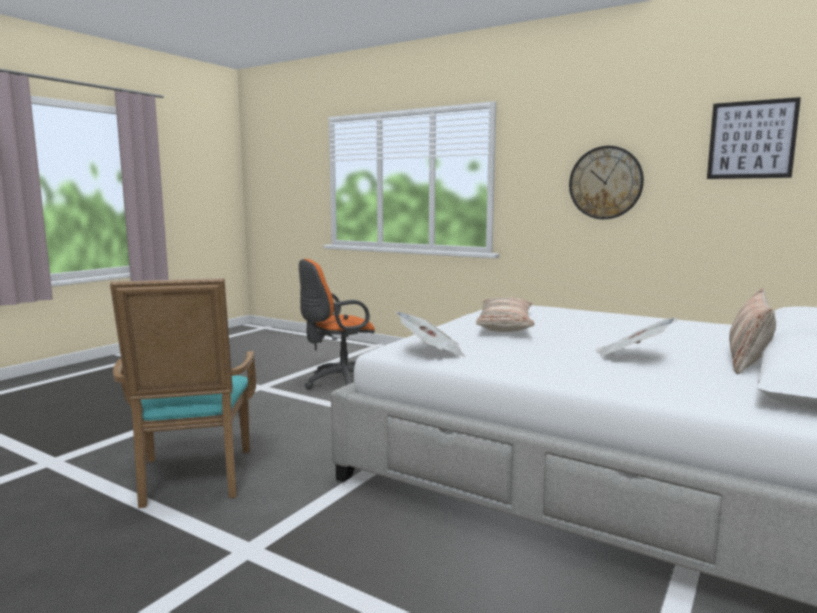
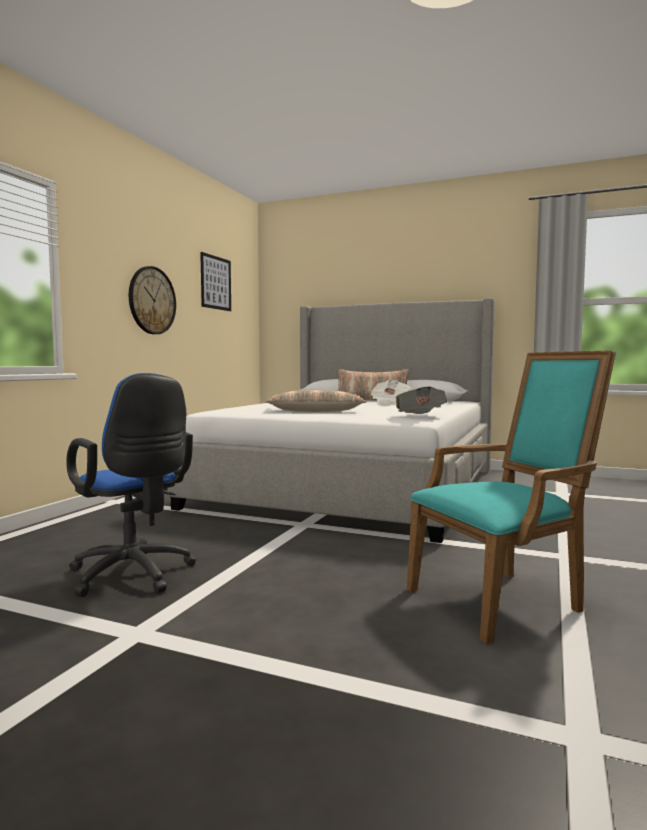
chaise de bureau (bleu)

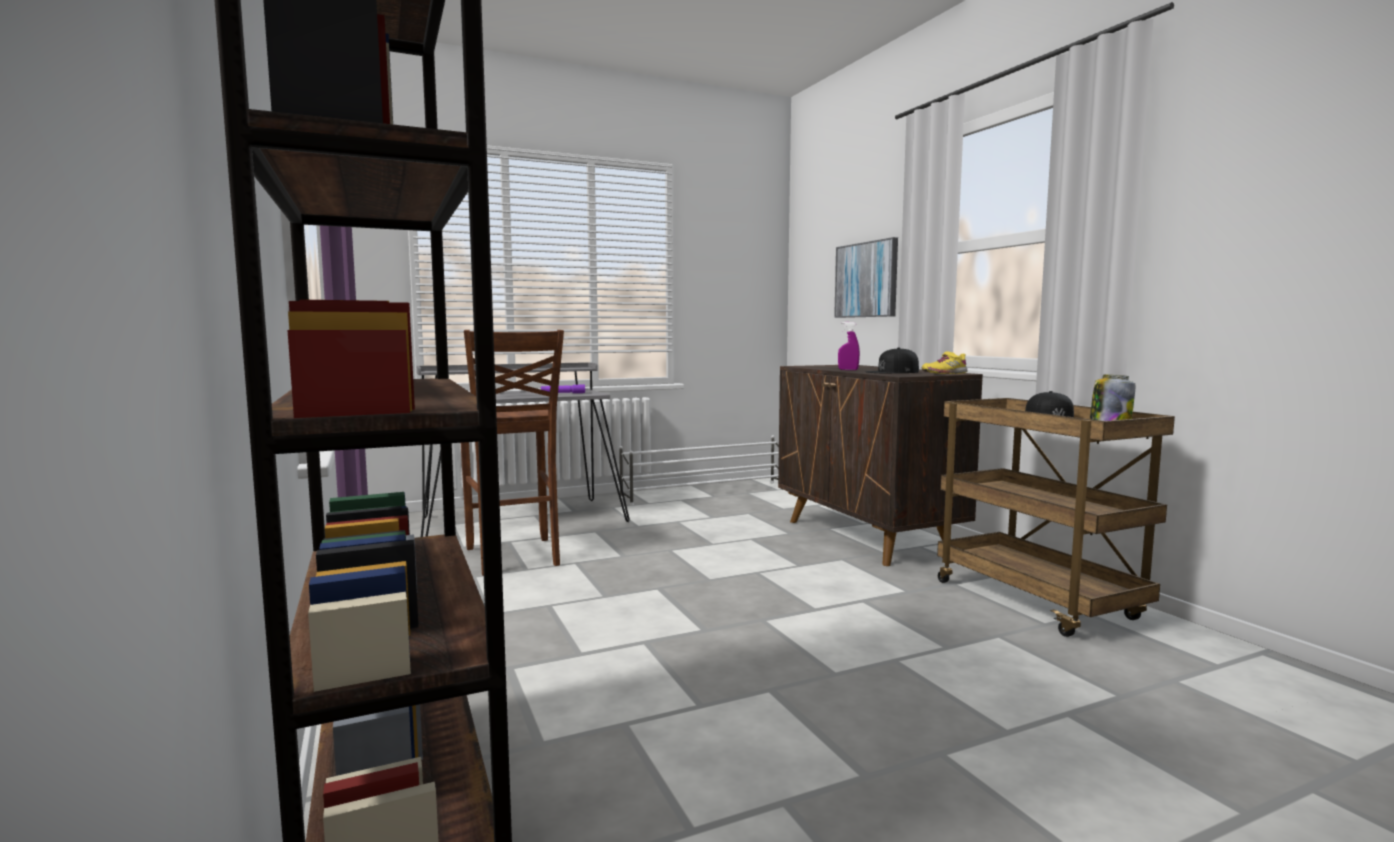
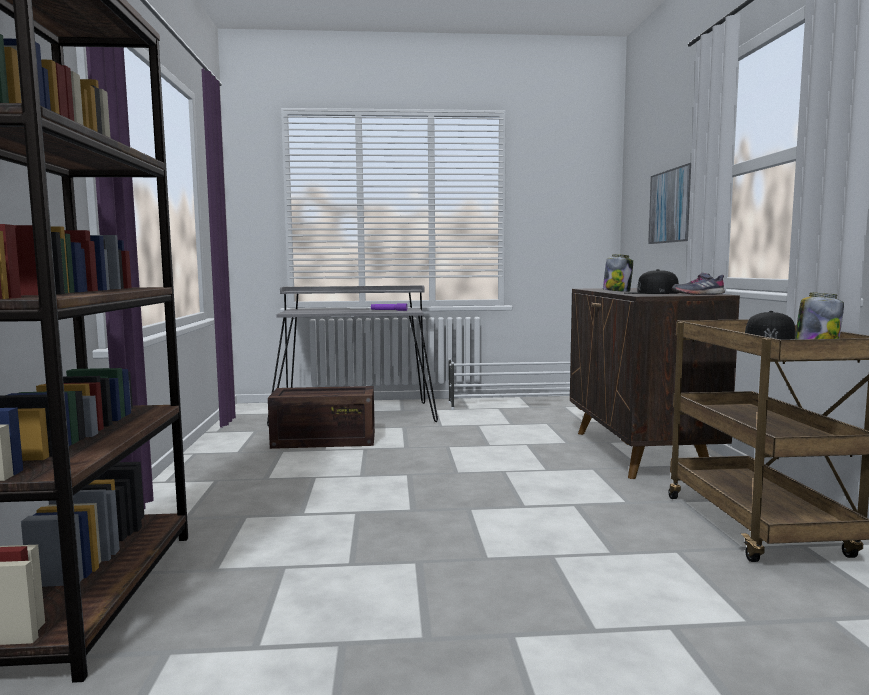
caisse
bocal (1st from left)
chaussure (gris)

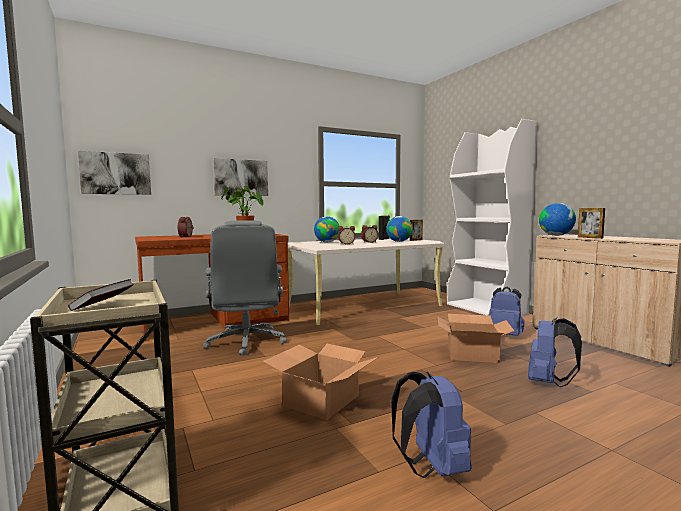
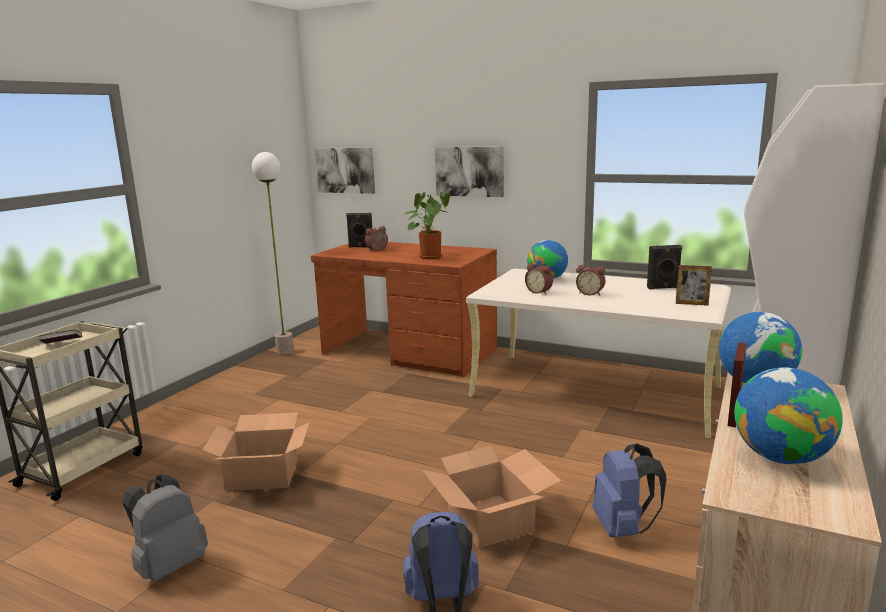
sac à dos (gris)
lampadaire
enceinte (noir) (1st from left)
globe (3rd from left)
chaise de bureau (gris)

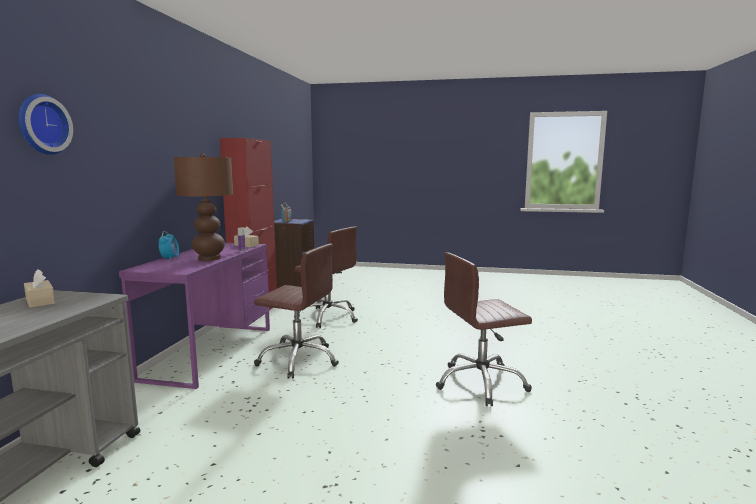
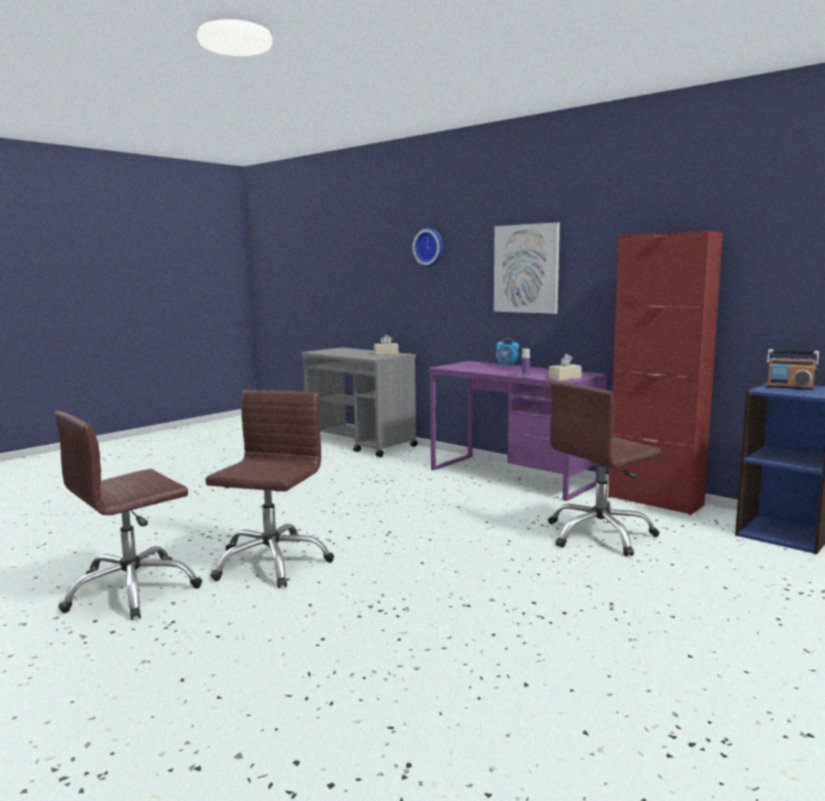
chaise de bureau (marron) (1st from left)
tableau
lampe de table (marron)

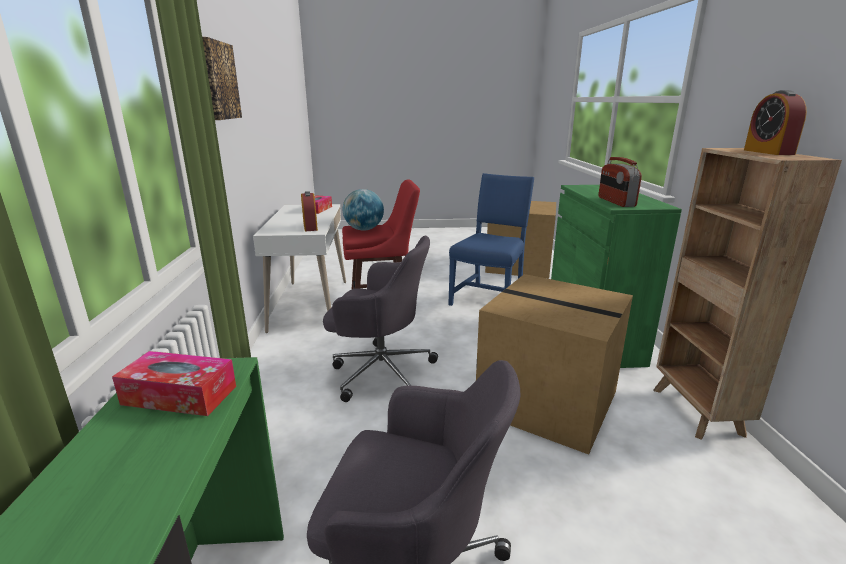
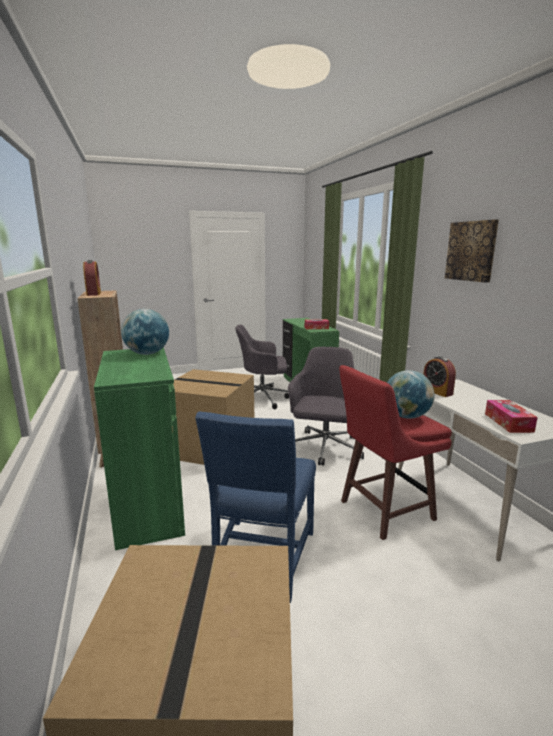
globe (1st from left)
chaise de bureau (gris) (2nd from left)

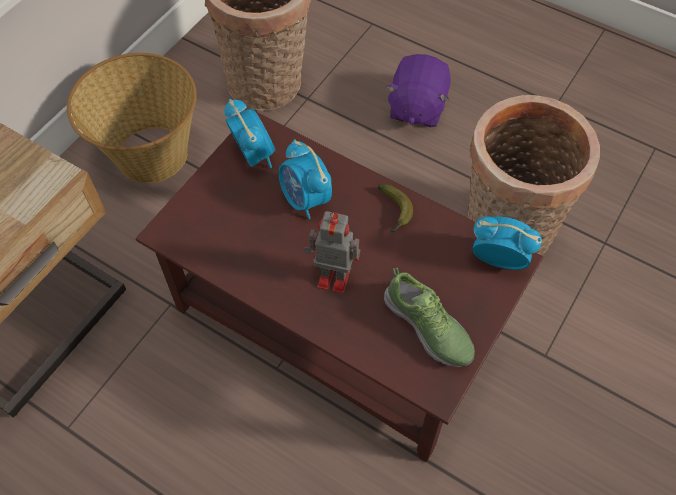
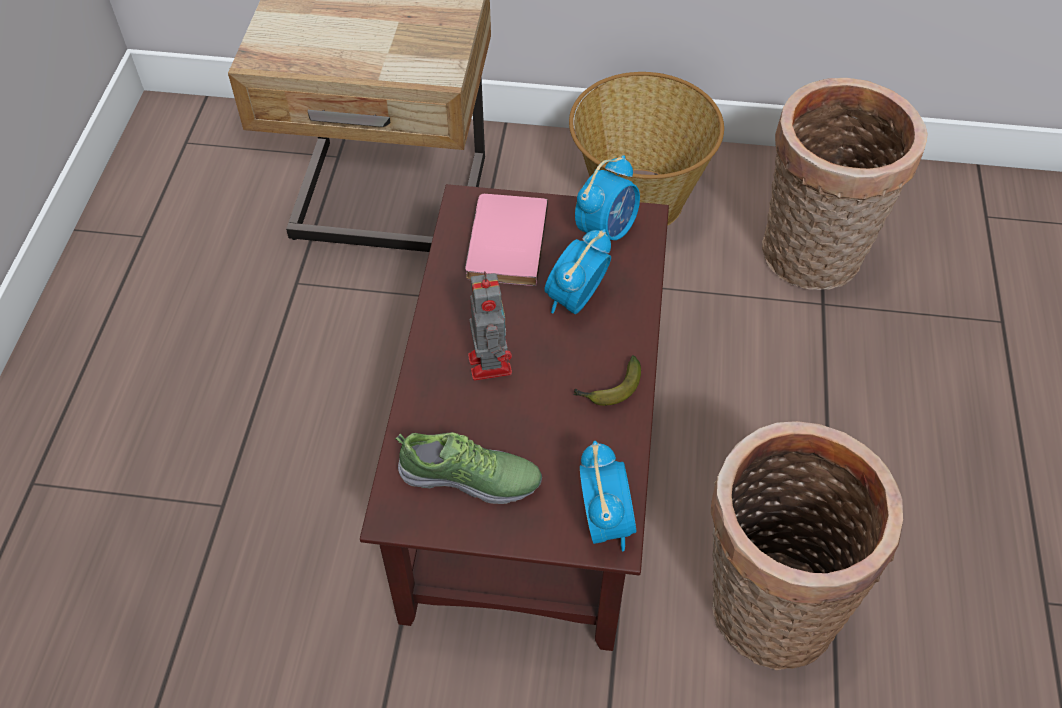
chaussure
livre (rose)
peluche (violet)

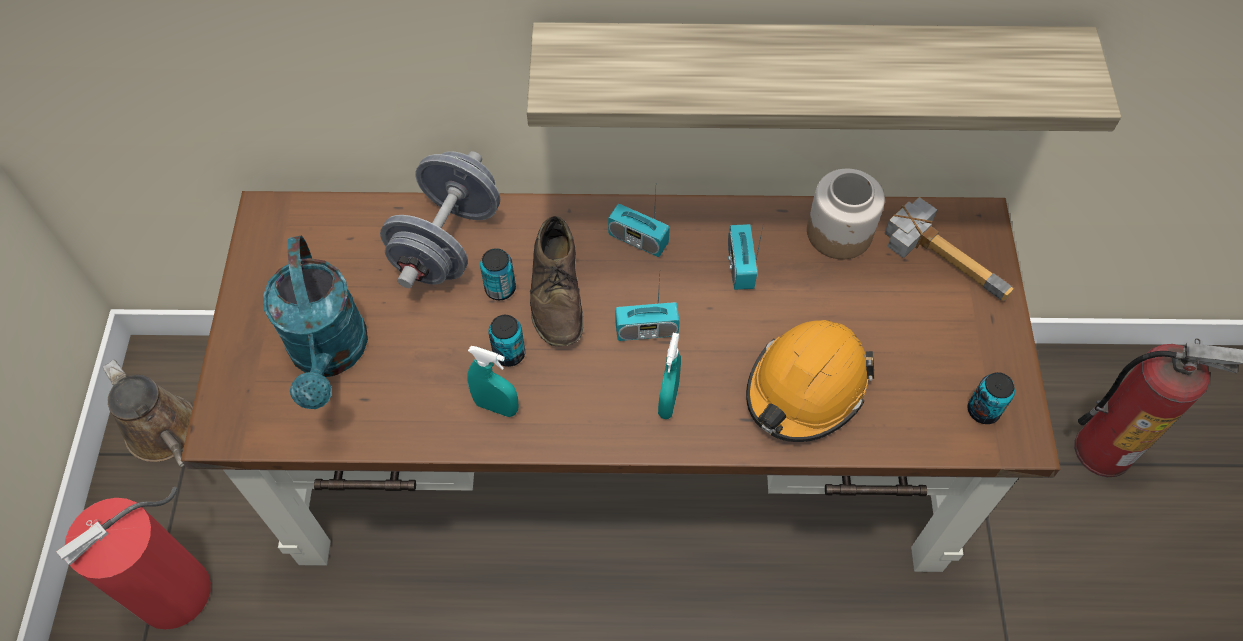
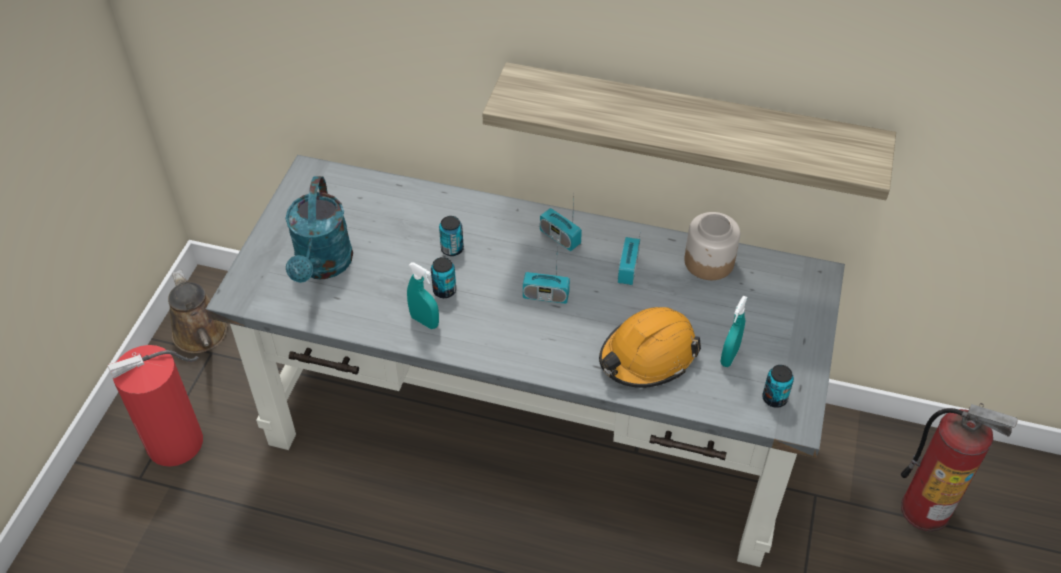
bureau (gris)
vaporisateur (turquoise) (2nd from left)
haltère (gris)
chaussure (marron)
marteau

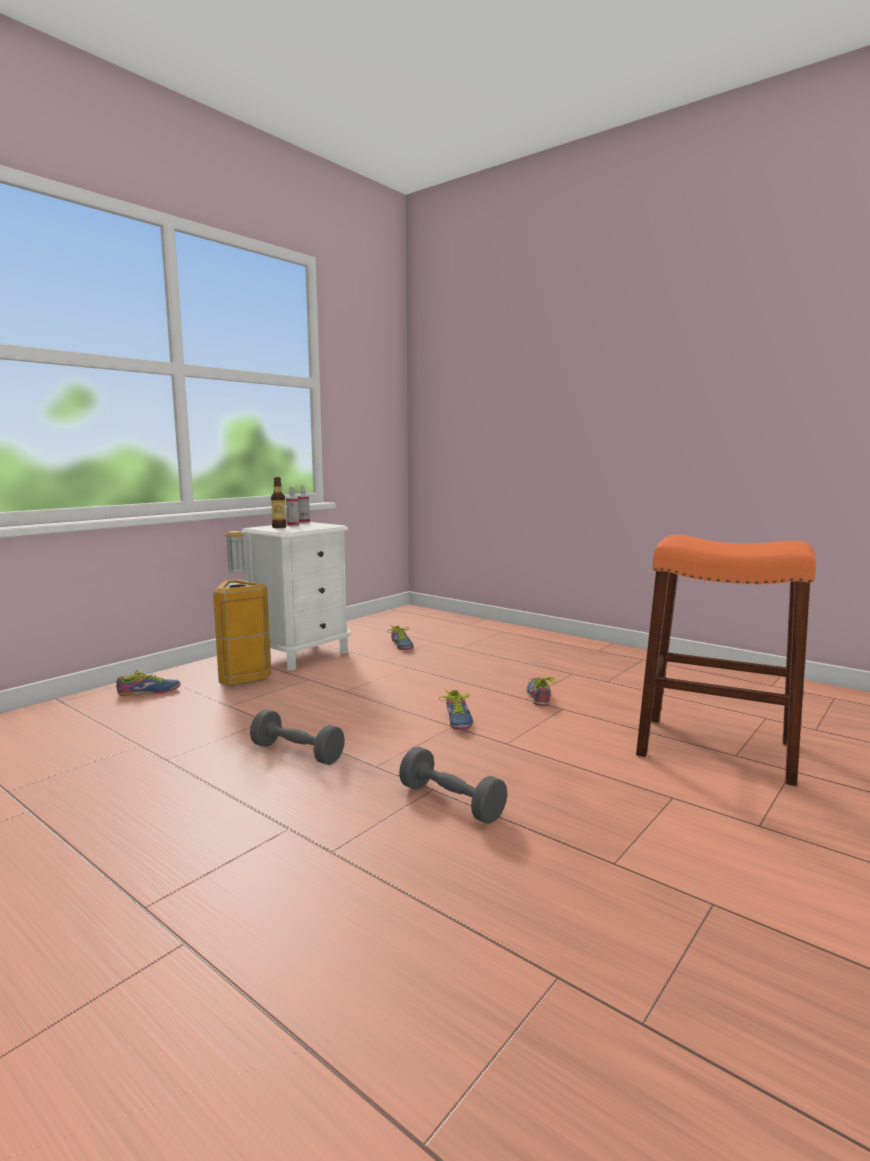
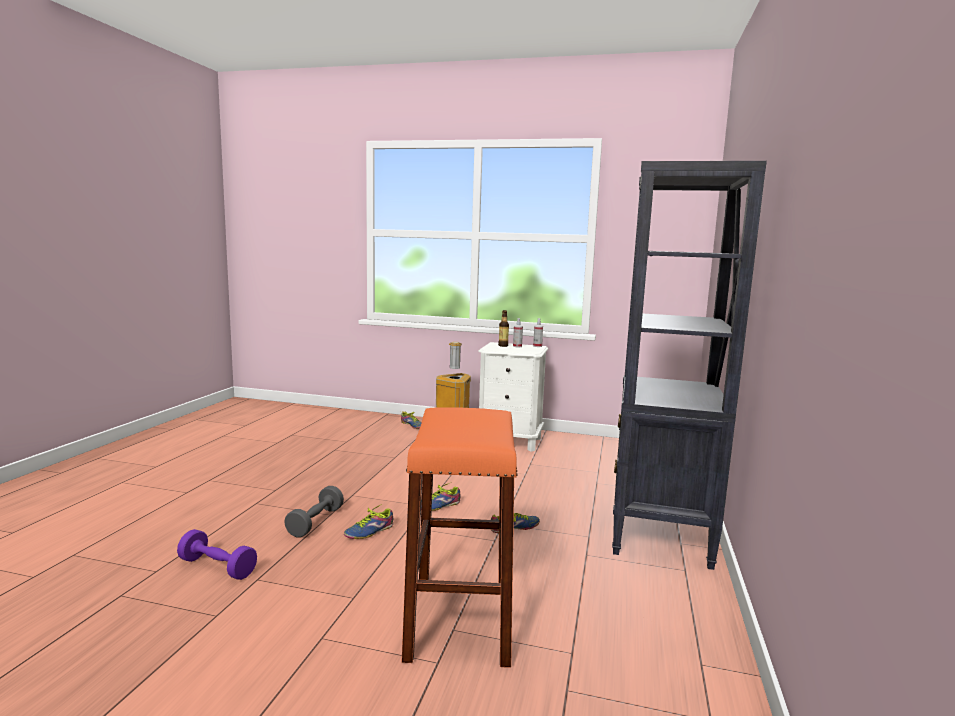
haltère (violet)
chaussure (1st from left)
bibliothèque (noir)
haltère (gris) (1st from left in the first image)

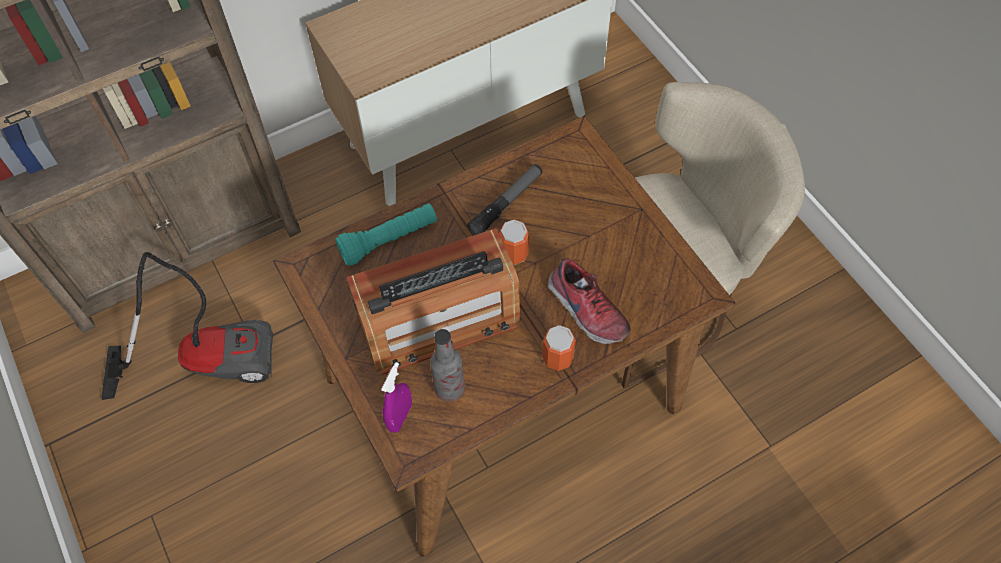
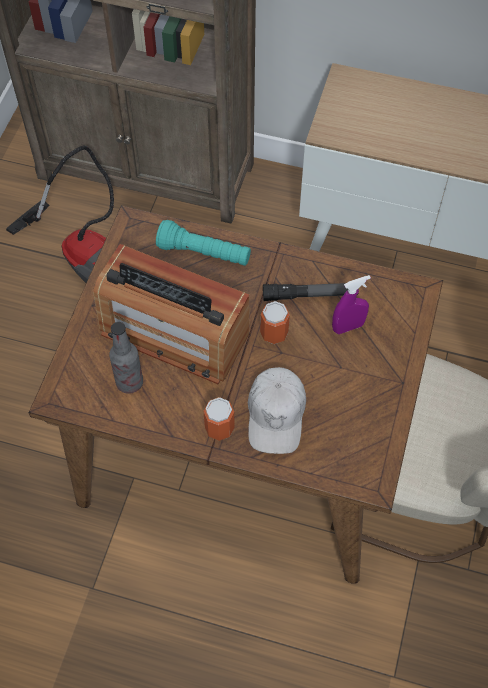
casquette (blanc)
vaporisateur (violet)

